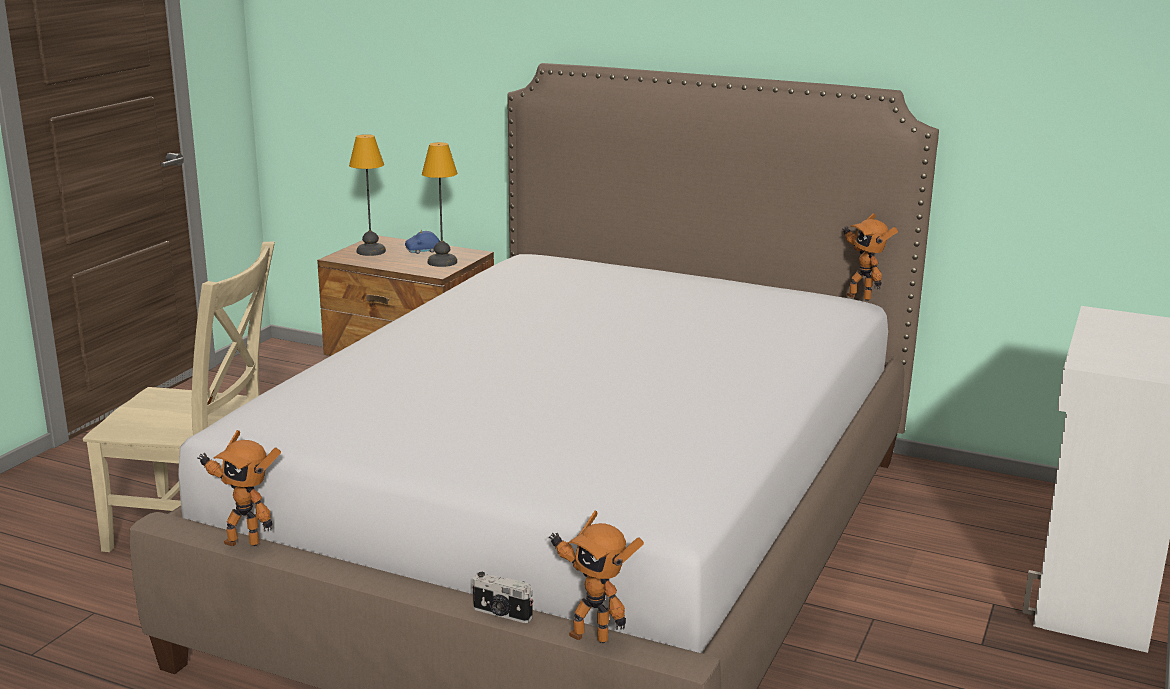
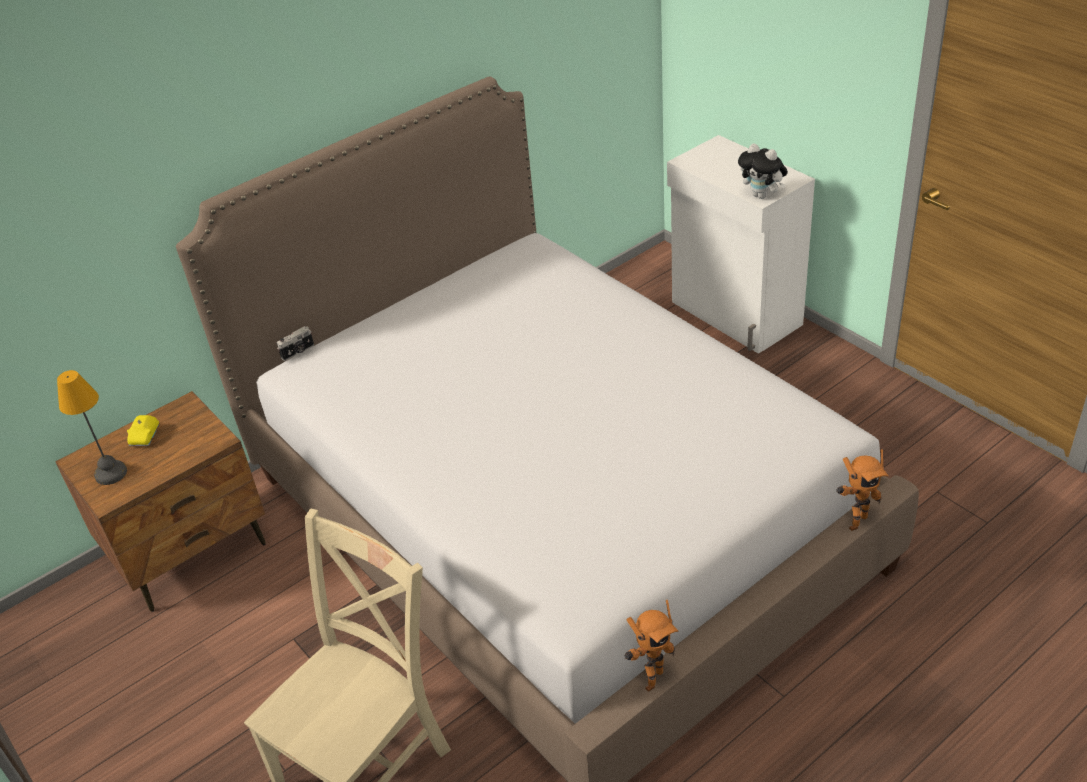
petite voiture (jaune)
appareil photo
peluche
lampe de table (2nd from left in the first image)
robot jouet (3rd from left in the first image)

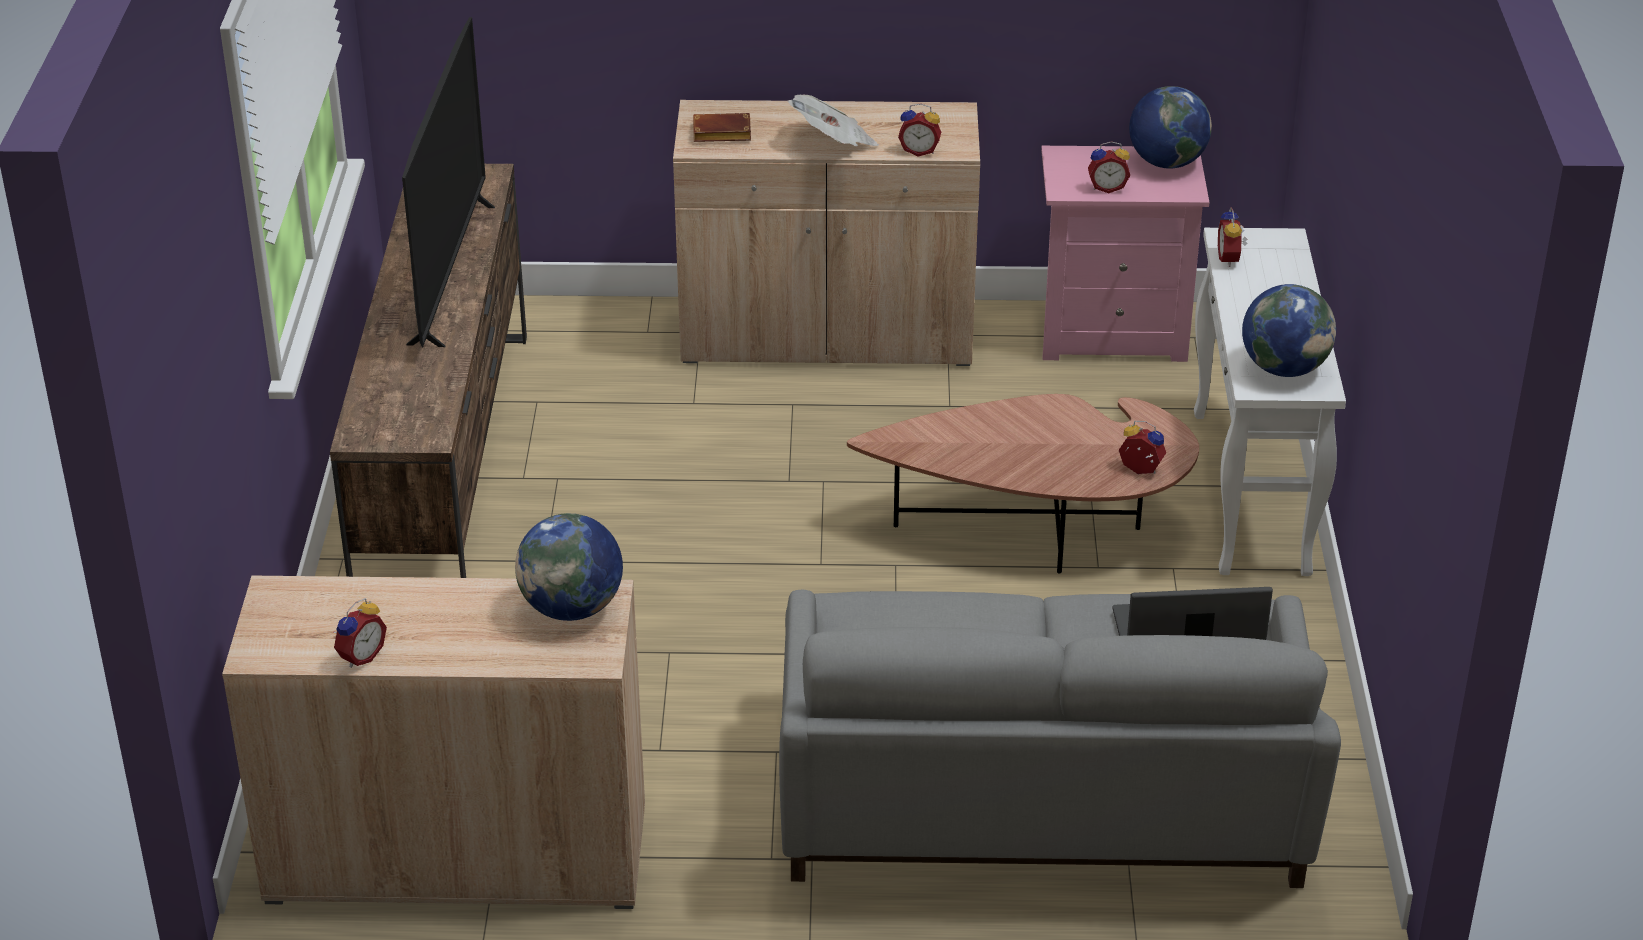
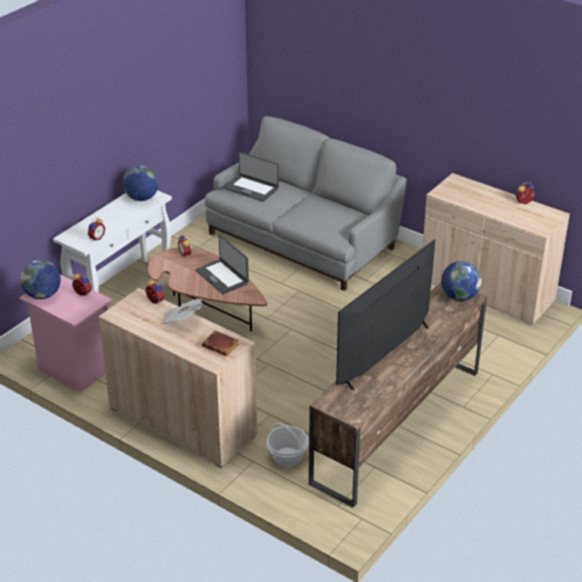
ordinateur portable (1st from left)
panier
globe (3rd from left)

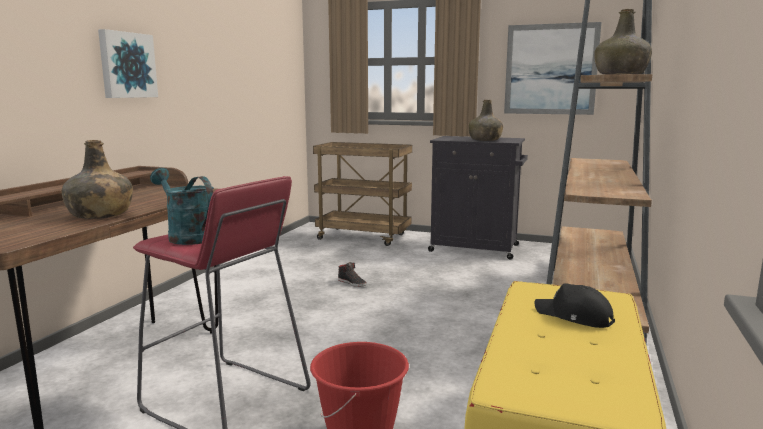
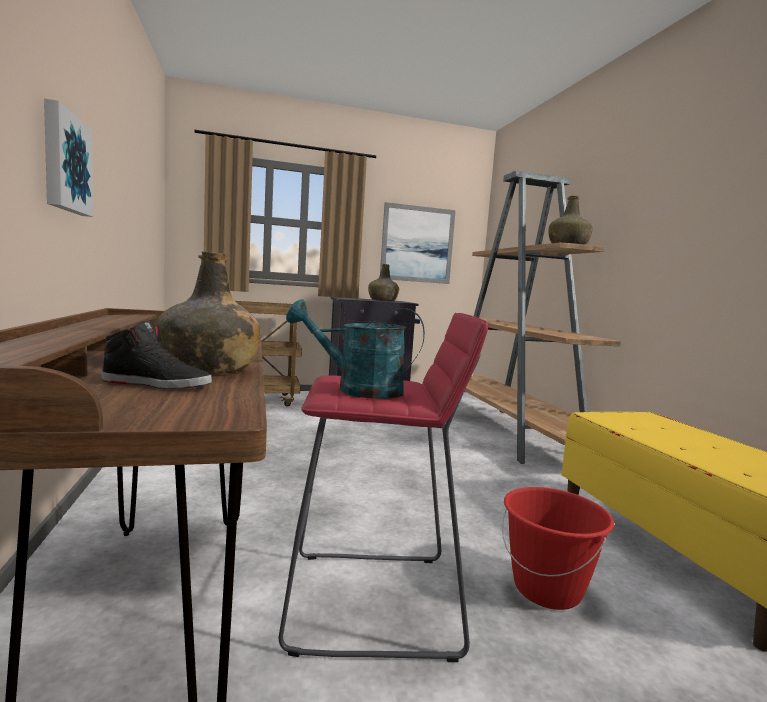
chaussure (noir)
casquette (noir)

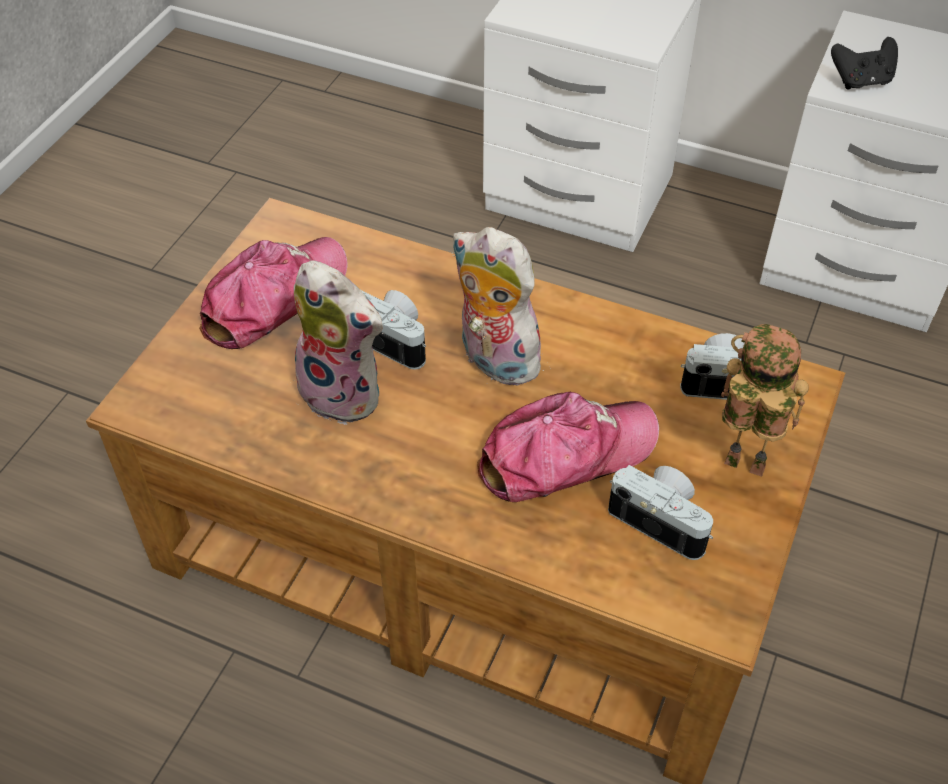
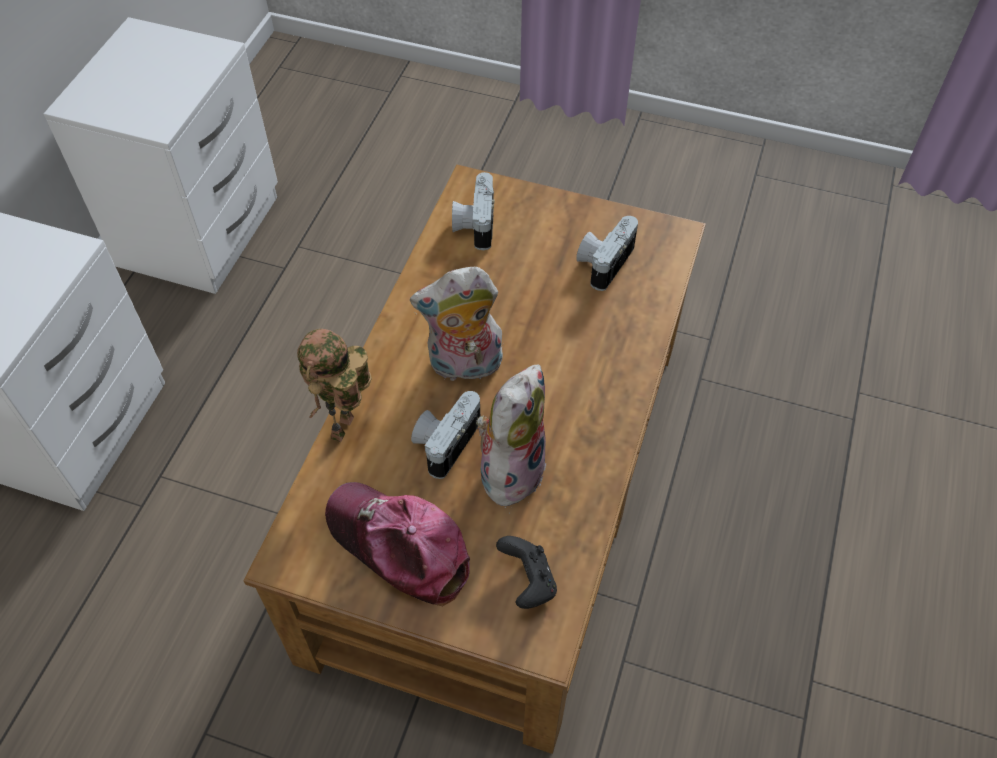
robot jouet
peluche (1st from left)
manette (noir)
casquette (2nd from left in the first image)

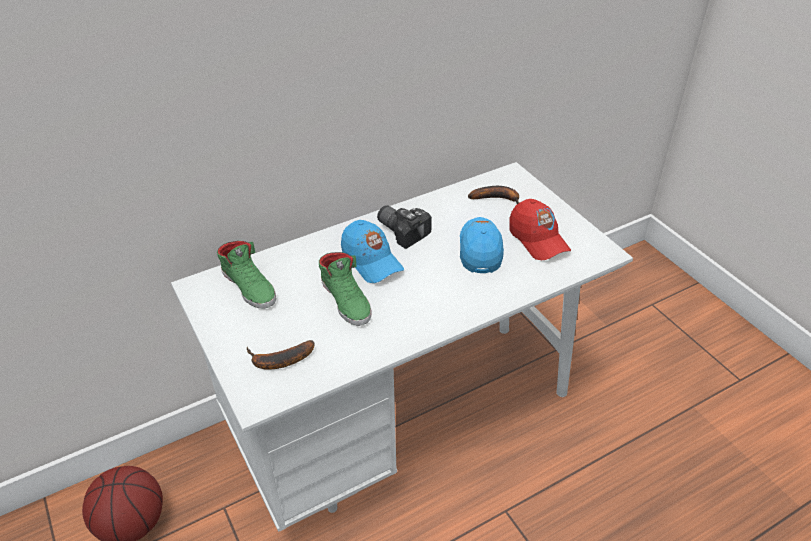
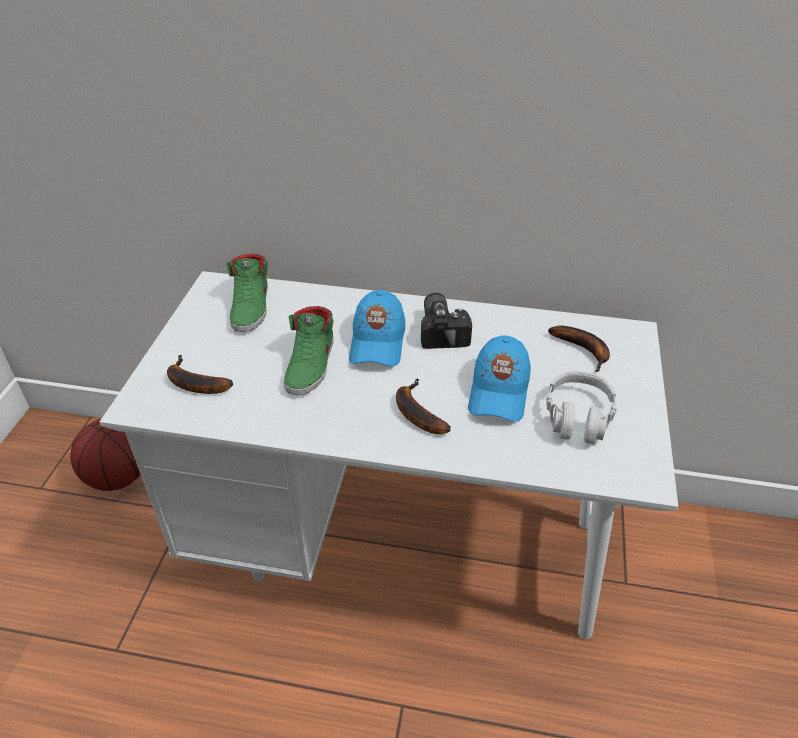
banane (2nd from left)
casquette (bleu) (2nd from left)
casque audio (gris)

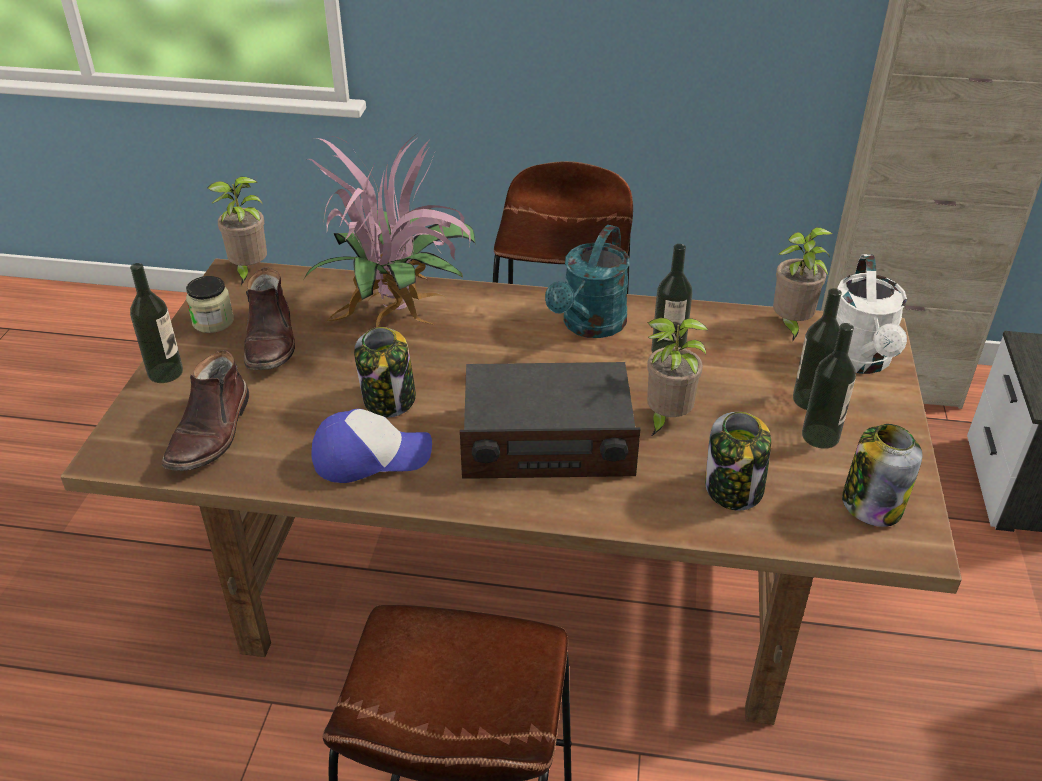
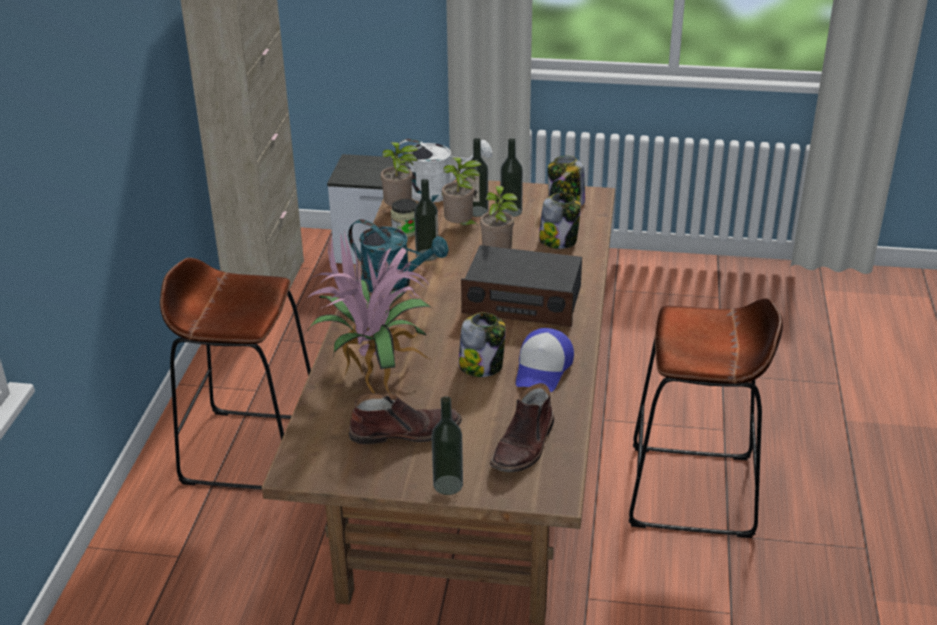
bocal (1st from left)
plante en pot (3rd from left)
radio
botte (marron) (2nd from left)
casquette

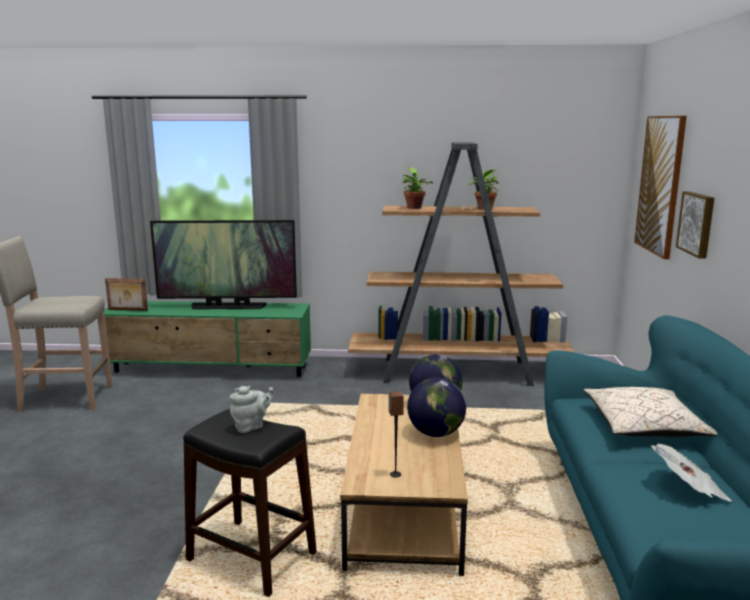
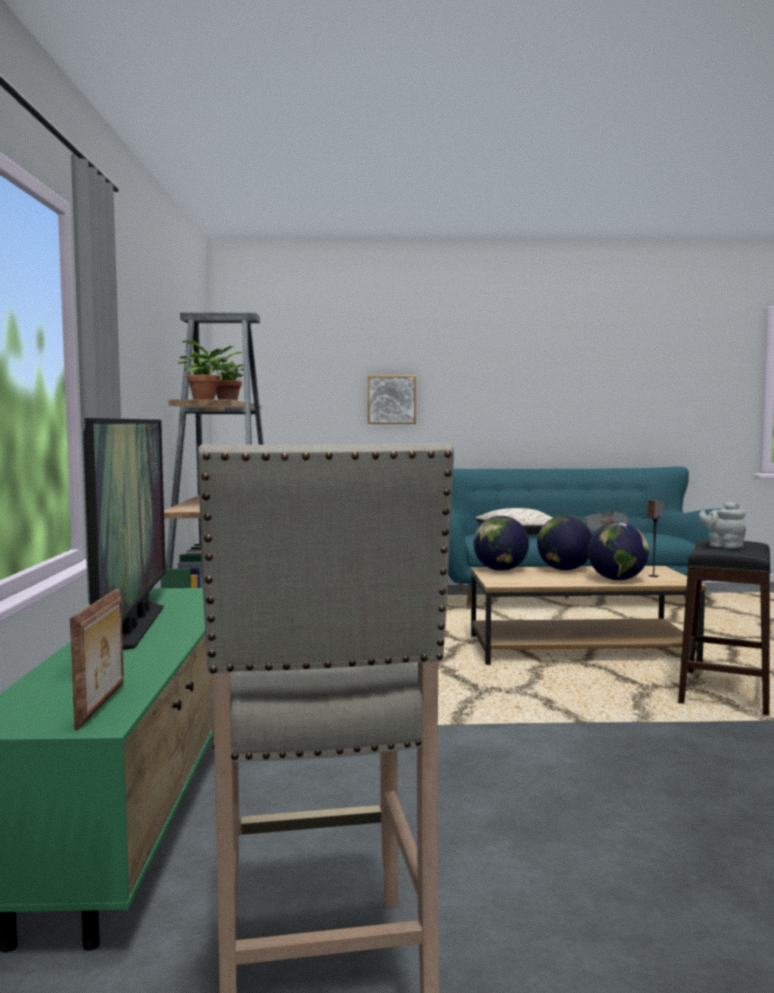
globe (3rd from left)
tableau (1st from left in the first image)

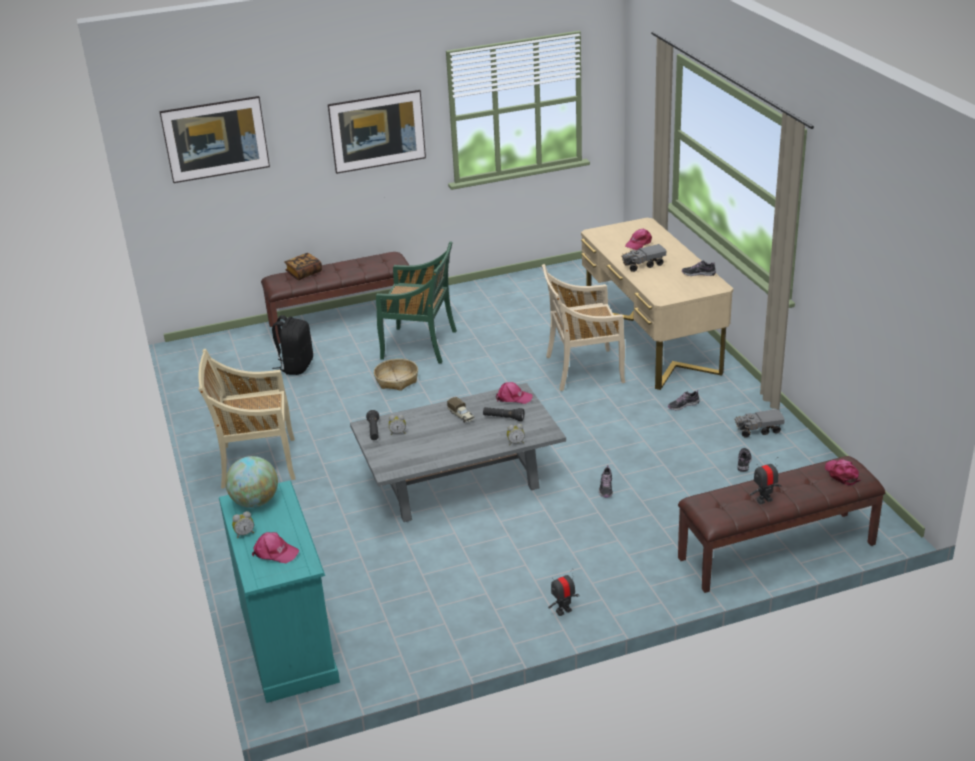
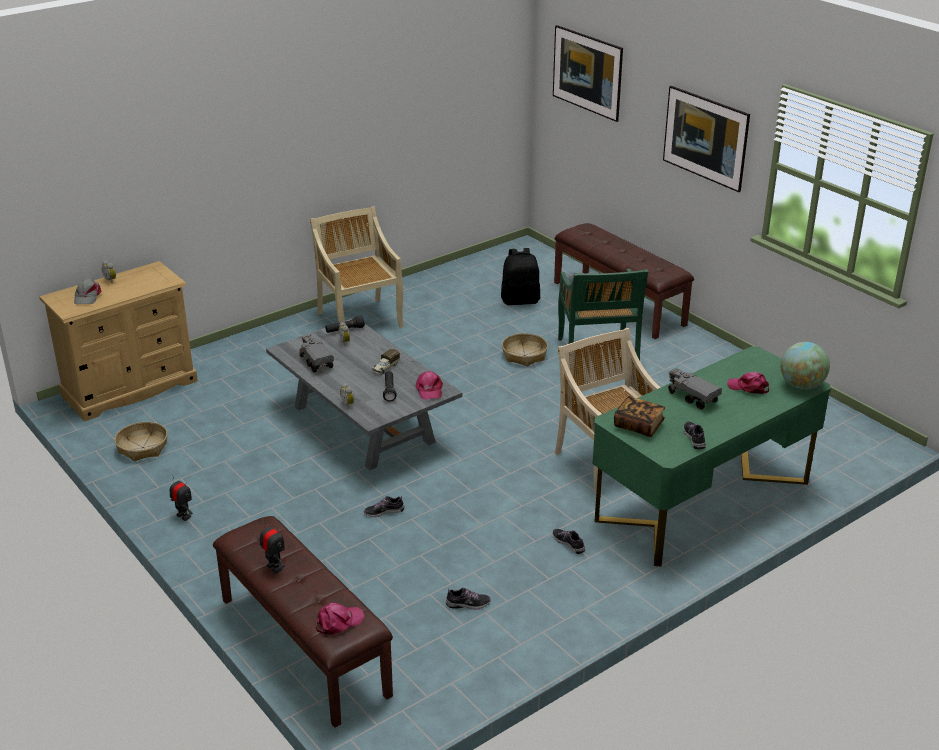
commode (beige)
casquette (gris)
panier (1st from left)
camion jouet (1st from left)
bureau (vert)
livre
globe

